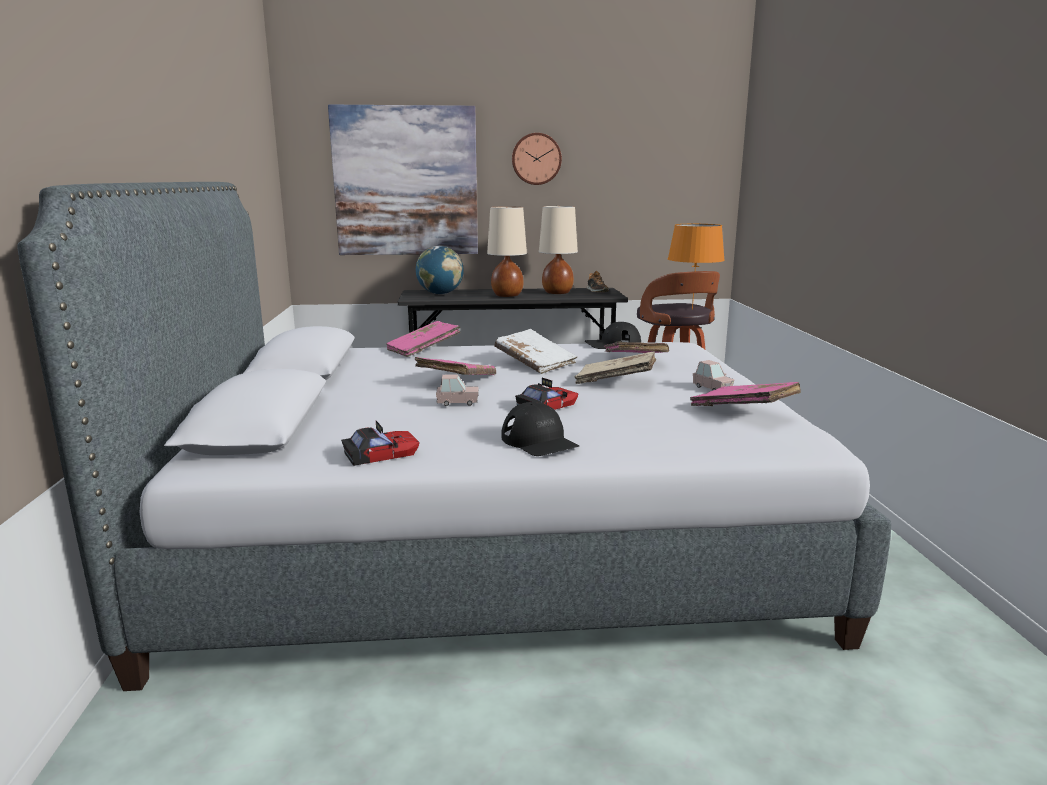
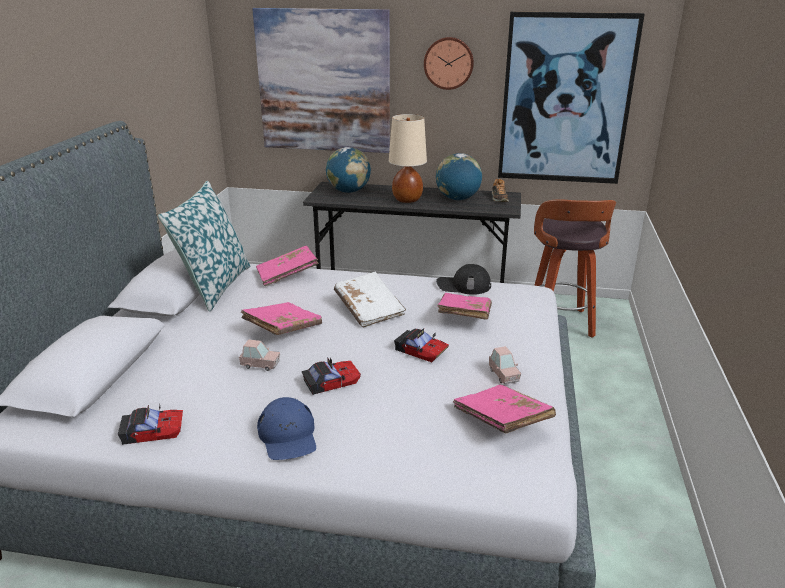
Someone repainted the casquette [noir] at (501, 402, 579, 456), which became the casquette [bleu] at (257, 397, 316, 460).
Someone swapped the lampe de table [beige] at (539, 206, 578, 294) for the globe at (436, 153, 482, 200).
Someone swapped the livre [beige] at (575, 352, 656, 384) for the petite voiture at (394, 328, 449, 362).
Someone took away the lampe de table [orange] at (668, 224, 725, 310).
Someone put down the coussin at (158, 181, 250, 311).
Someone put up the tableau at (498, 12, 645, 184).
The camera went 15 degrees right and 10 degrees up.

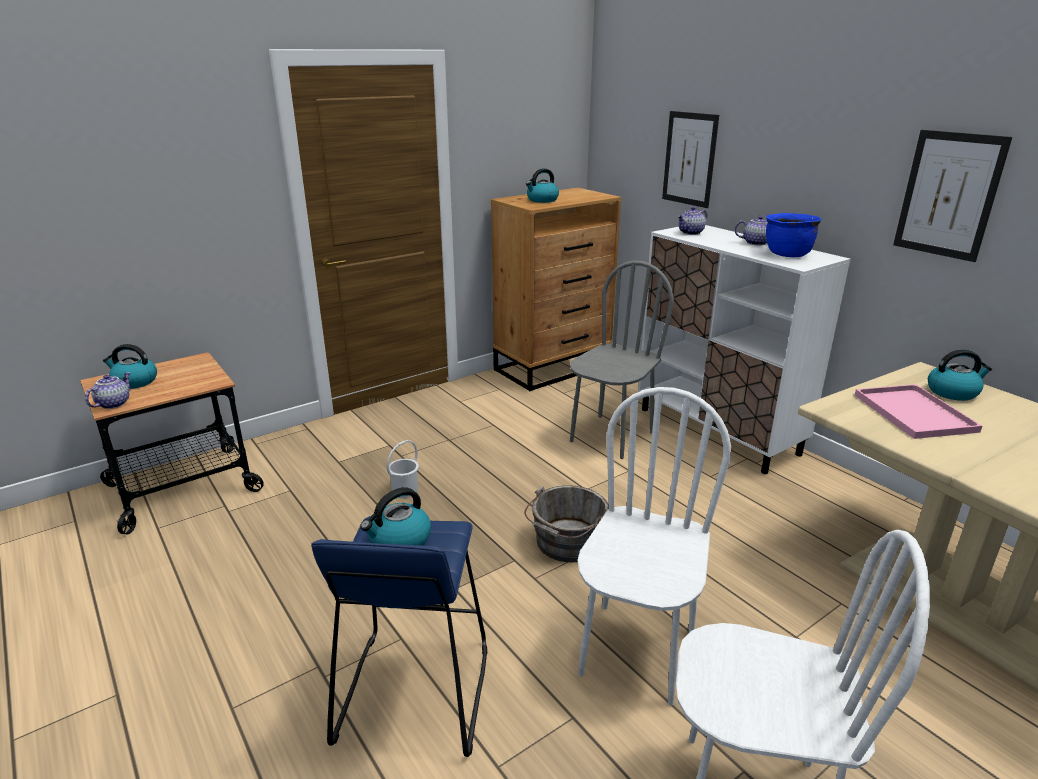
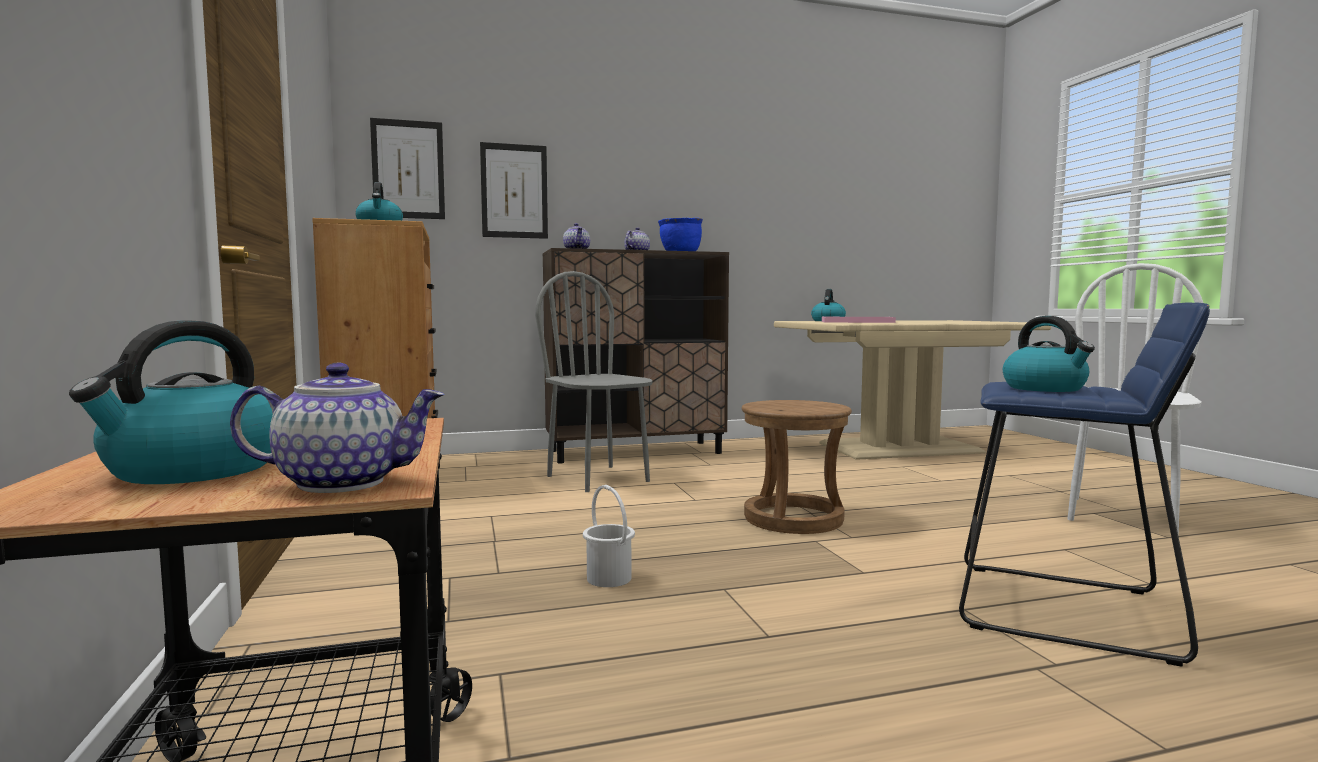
Someone rotated the théière at (85, 372, 131, 409) by 135 degrees clockwise.
Someone swapped the seau [gris] at (524, 485, 609, 562) for the tabouret [marron] at (741, 400, 852, 534).
Someone took away the chaise [blanc] at (577, 387, 731, 705).
Someone repainted the meuble de rangement [blanc] at (638, 225, 850, 474), which became the meuble de rangement [marron] at (543, 248, 729, 463).
Someone carried the tableau from (893, 130, 1012, 262) to (370, 118, 445, 219).
The camera went 70 degrees left and 20 degrees down.

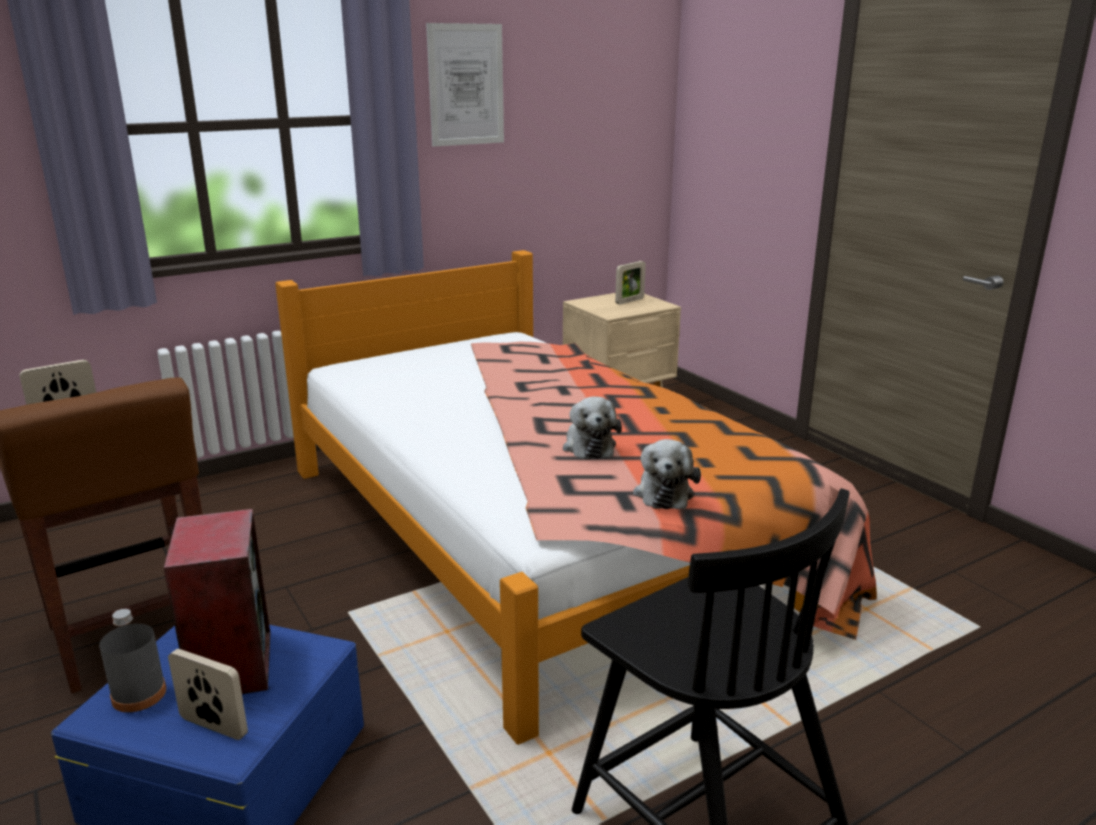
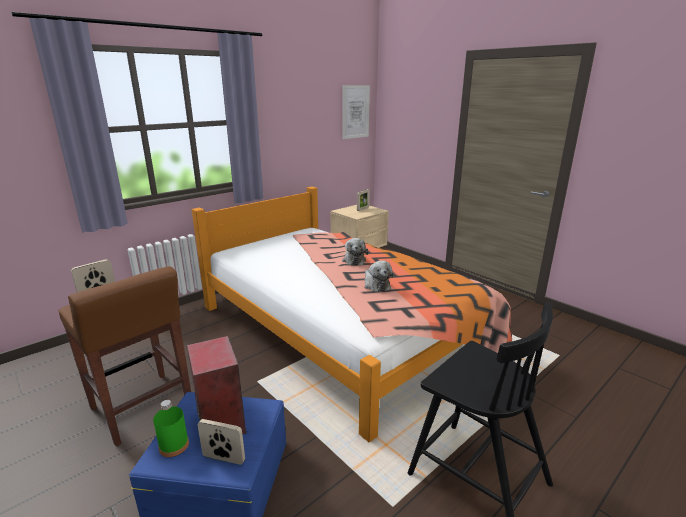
Someone repainted the bouteille [gris] at (99, 609, 166, 712), which became the bouteille [vert] at (153, 400, 189, 457).
Someone carried the tableau from (426, 23, 504, 147) to (343, 85, 370, 139).
Someone carried the peluche from (633, 439, 701, 509) to (342, 238, 369, 266).
The camera went 10 degrees left and 0 degrees up.

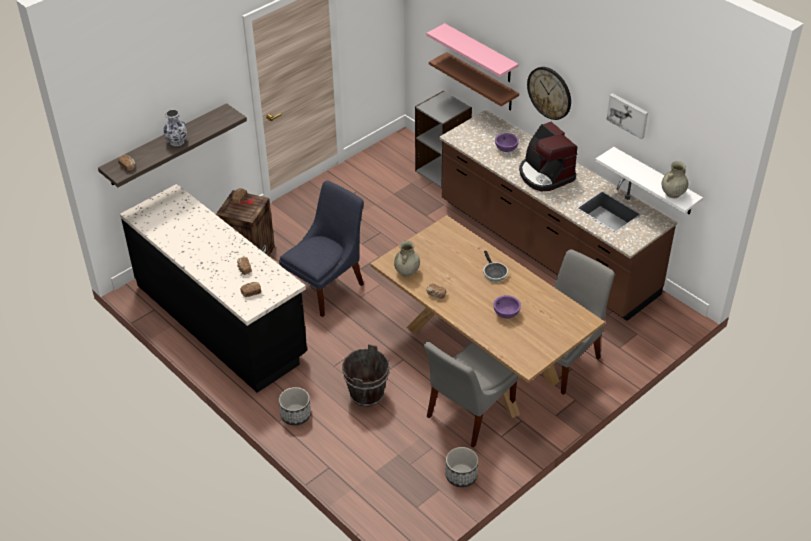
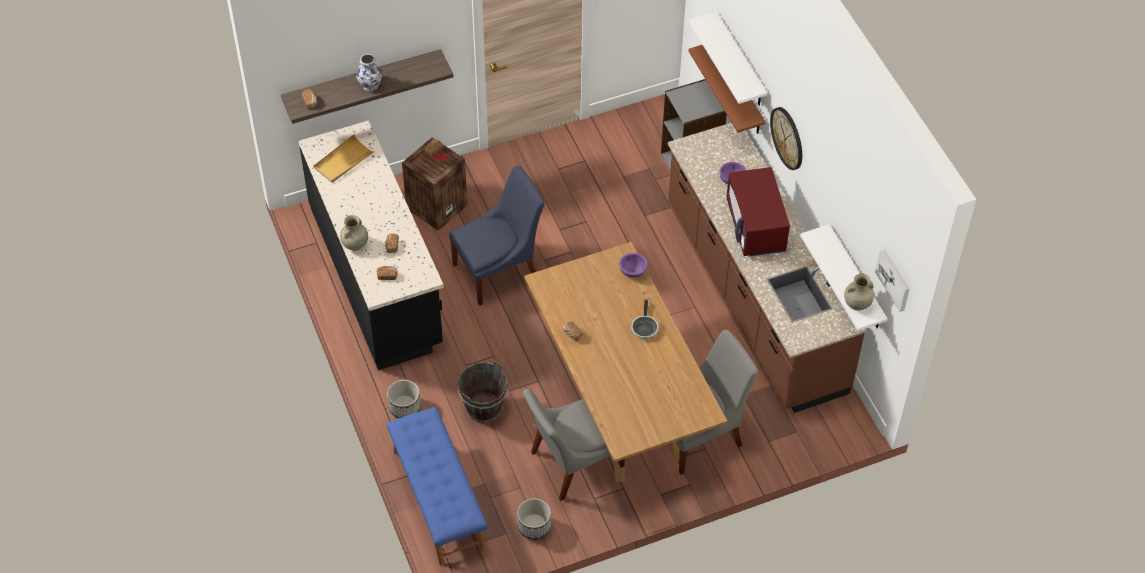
Someone carried the vase [beige] from (394, 241, 420, 277) to (340, 215, 368, 251).
Someone repainted the étagère [rose] at (426, 23, 518, 82), which became the étagère [blanc] at (689, 12, 767, 106).
Someone carried the bol [violet] from (494, 295, 521, 318) to (619, 253, 648, 278).
Someone swapped the machine à café at (519, 122, 578, 192) for the micro-ondes [rouge] at (726, 167, 790, 256).
Someone carried the tableau from (606, 93, 648, 139) to (875, 249, 910, 312).
Someone put down the plateau [beige] at (313, 135, 375, 183).
Someone put down the banc [bleu] at (386, 407, 488, 565).
The camera went 20 degrees right and 10 degrees up.

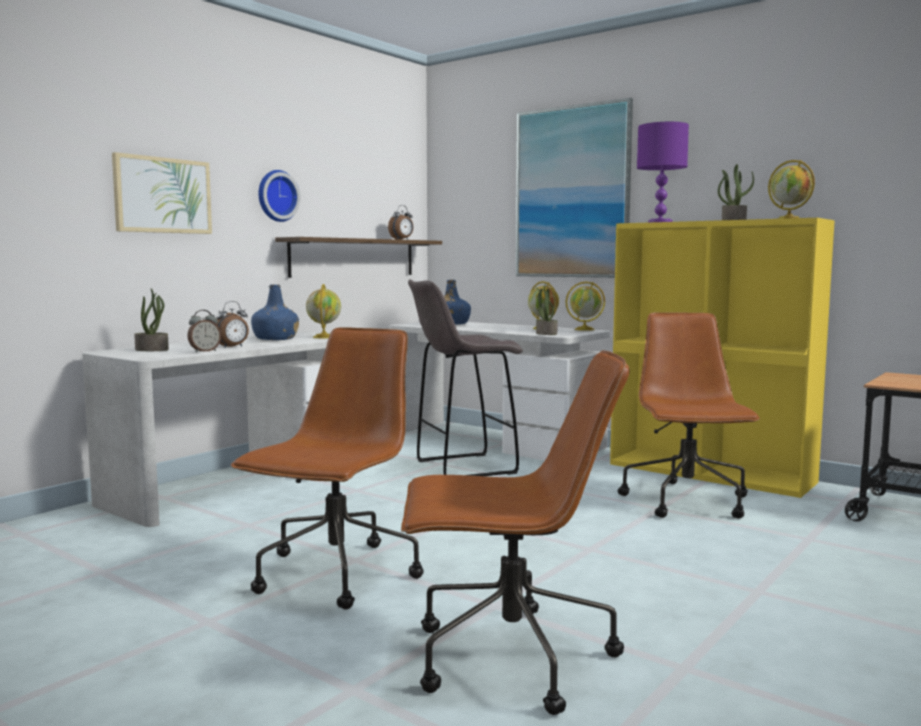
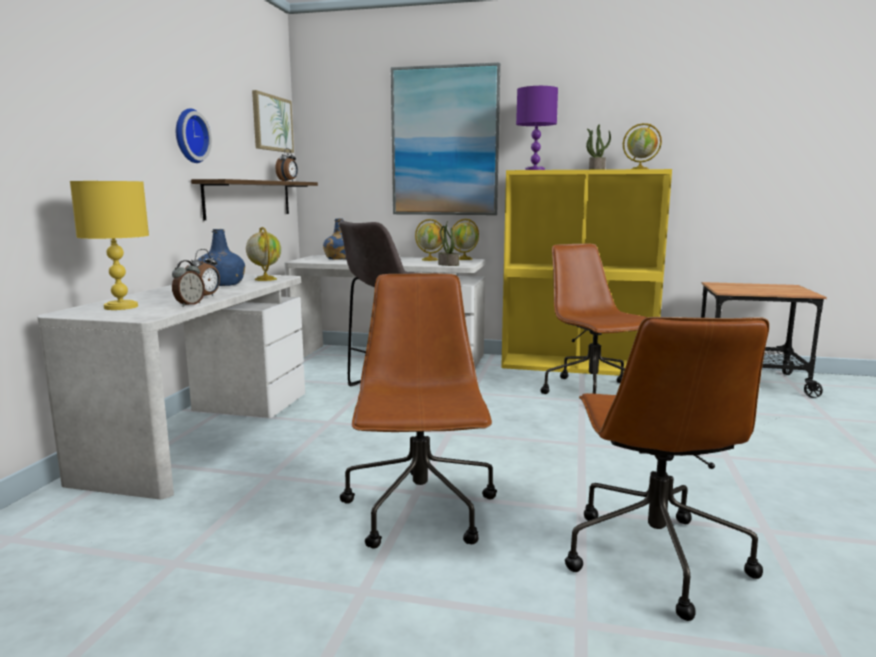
Someone carried the tableau from (112, 152, 212, 234) to (252, 90, 294, 153).
Someone swapped the plante en pot at (134, 289, 169, 351) for the lampe de table [jaune] at (70, 181, 149, 310).
Someone rotated the chaise de bureau [marron] at (401, 350, 630, 715) by 120 degrees clockwise.
The camera went 25 degrees left and 5 degrees up.

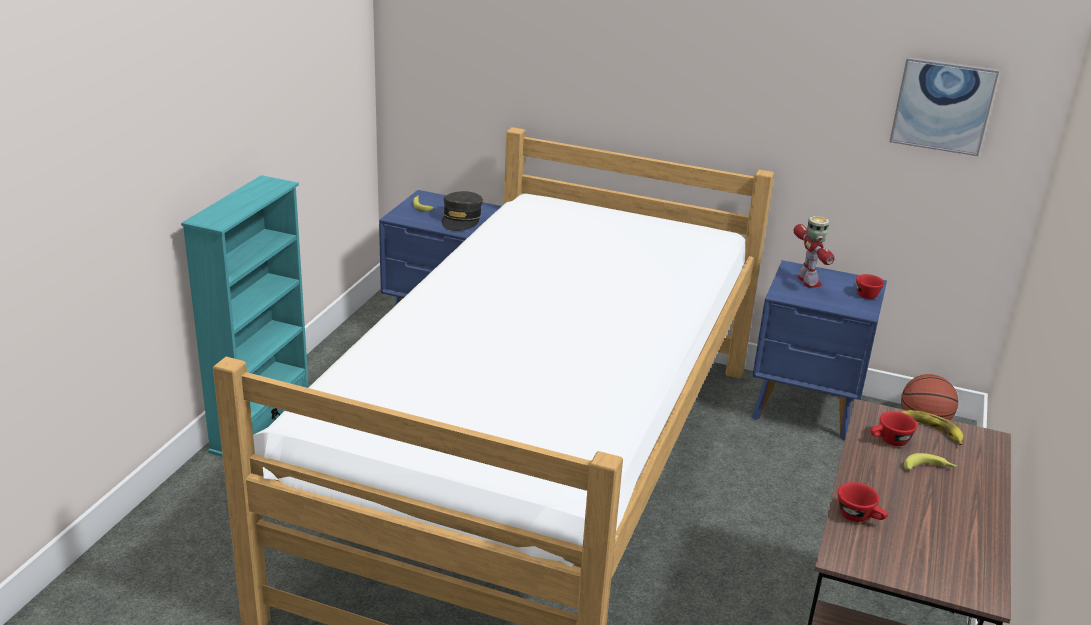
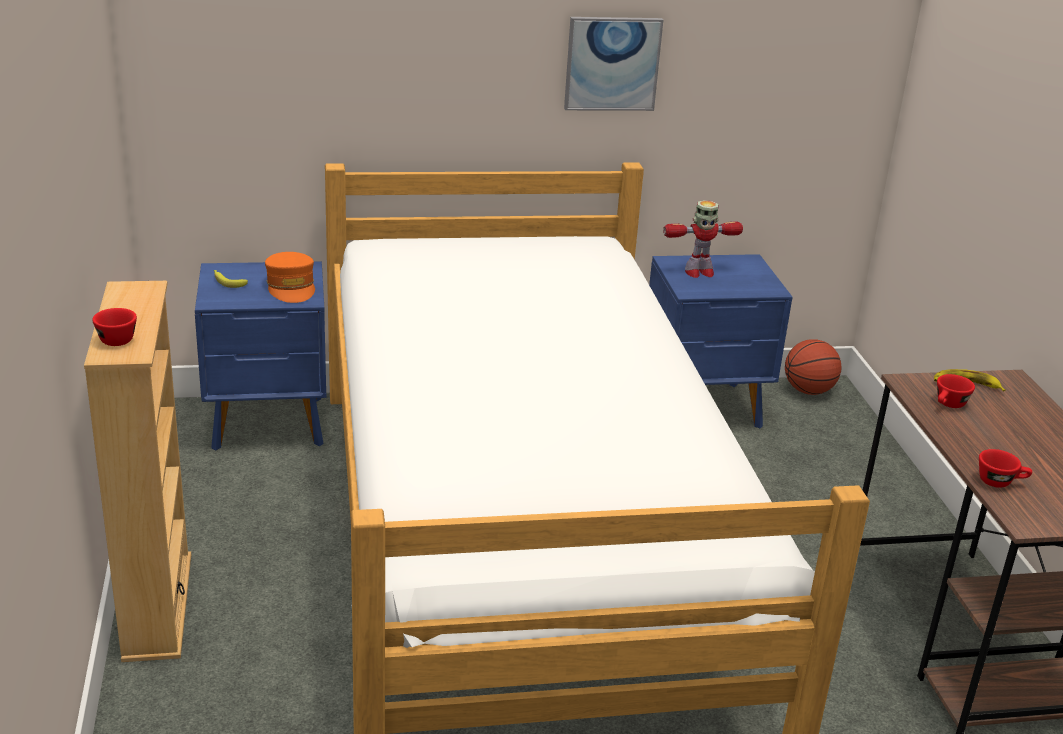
Someone repainted the bibliothèque [turquoise] at (181, 175, 309, 457), which became the bibliothèque [beige] at (84, 281, 191, 662).
Someone repainted the casquette [gris] at (442, 191, 483, 231), which became the casquette [orange] at (265, 252, 315, 303).
Someone rotated the robot jouet at (793, 216, 835, 288) by 120 degrees clockwise.
Someone carried the tasse [rouge] from (856, 274, 884, 299) to (92, 308, 137, 346).
Someone carried the tableau from (889, 57, 999, 156) to (564, 17, 663, 111).
Someone took away the banane at (904, 453, 957, 471).
The camera went 30 degrees left and 0 degrees up.

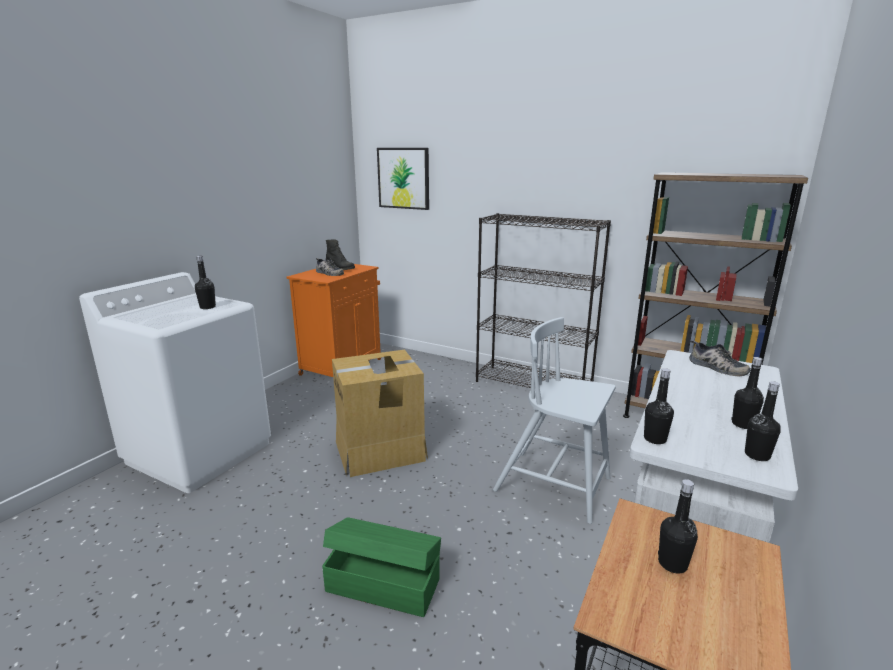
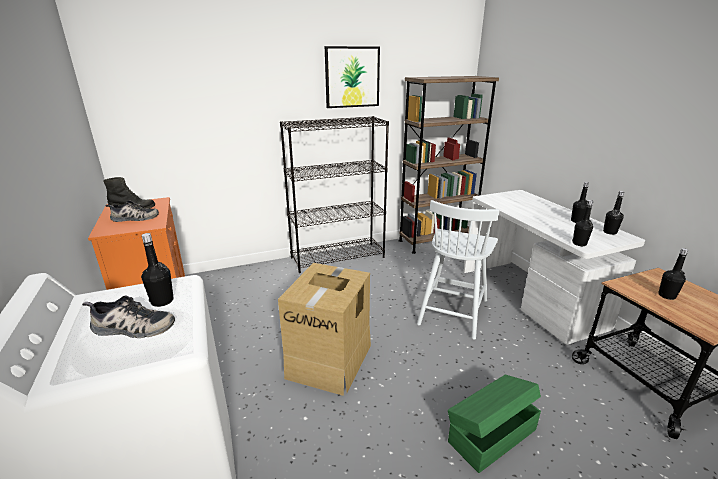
Someone carried the tableau from (377, 148, 429, 210) to (325, 46, 380, 108).
Someone rotated the chaise [blanc] at (493, 317, 616, 524) by 45 degrees counterclockwise.
Someone carried the chaussure from (689, 340, 751, 376) to (82, 295, 175, 338).
The camera went 50 degrees left and 5 degrees up.

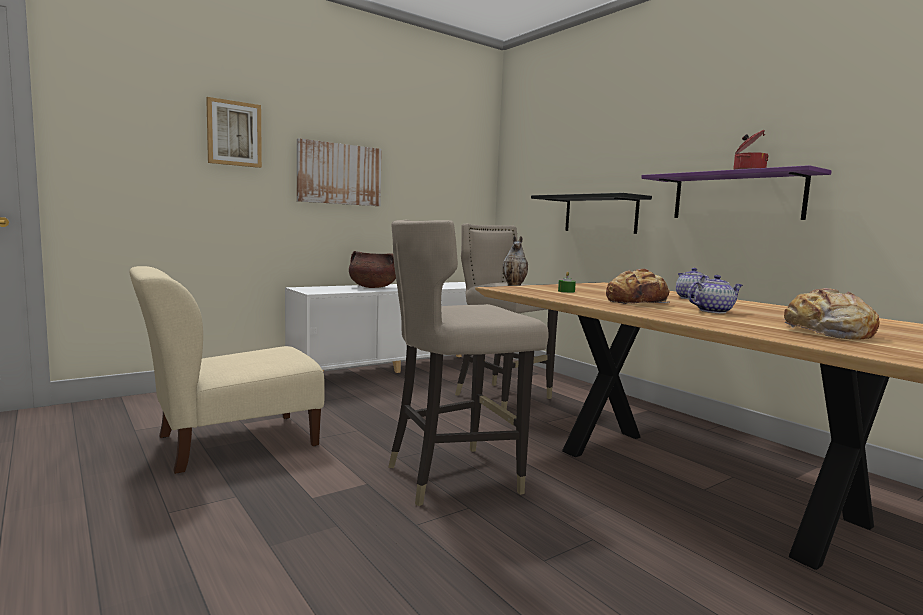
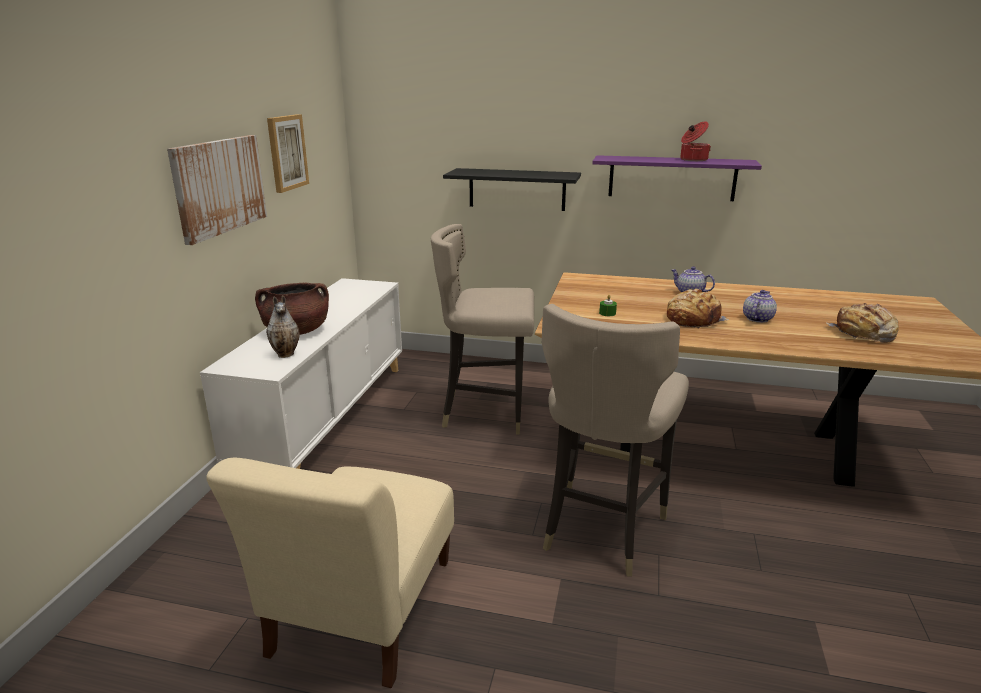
Someone carried the tableau from (206, 97, 262, 168) to (267, 114, 309, 193).
Someone carried the vase from (503, 236, 528, 286) to (266, 296, 300, 358).
The camera went 40 degrees left and 15 degrees up.

